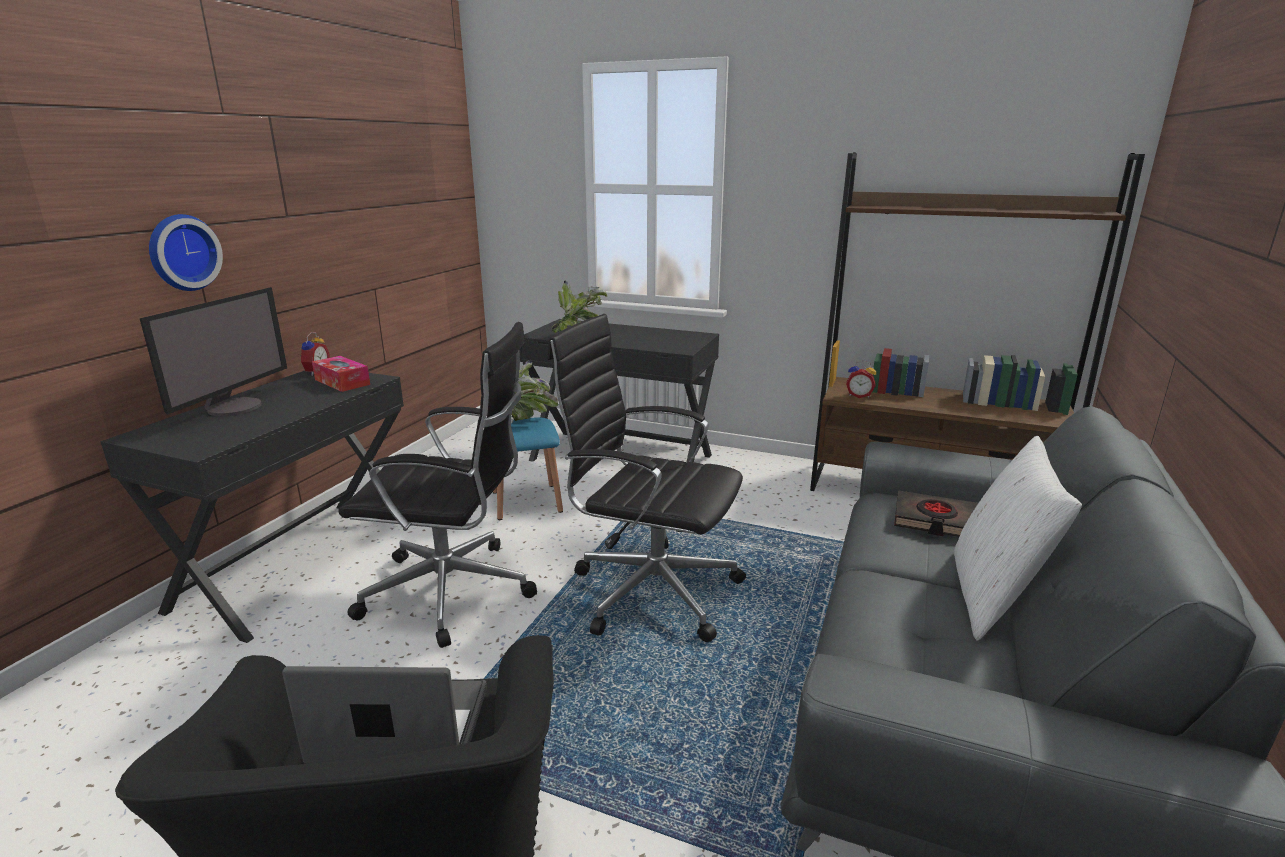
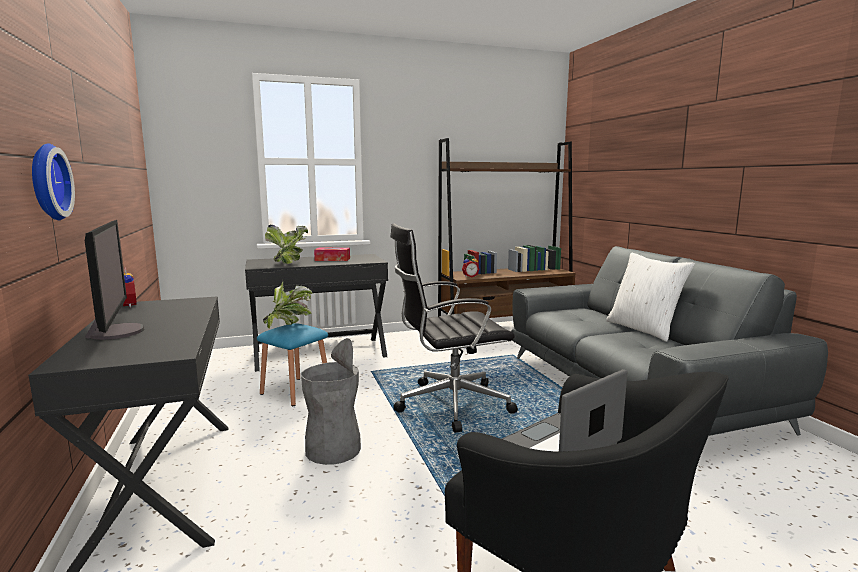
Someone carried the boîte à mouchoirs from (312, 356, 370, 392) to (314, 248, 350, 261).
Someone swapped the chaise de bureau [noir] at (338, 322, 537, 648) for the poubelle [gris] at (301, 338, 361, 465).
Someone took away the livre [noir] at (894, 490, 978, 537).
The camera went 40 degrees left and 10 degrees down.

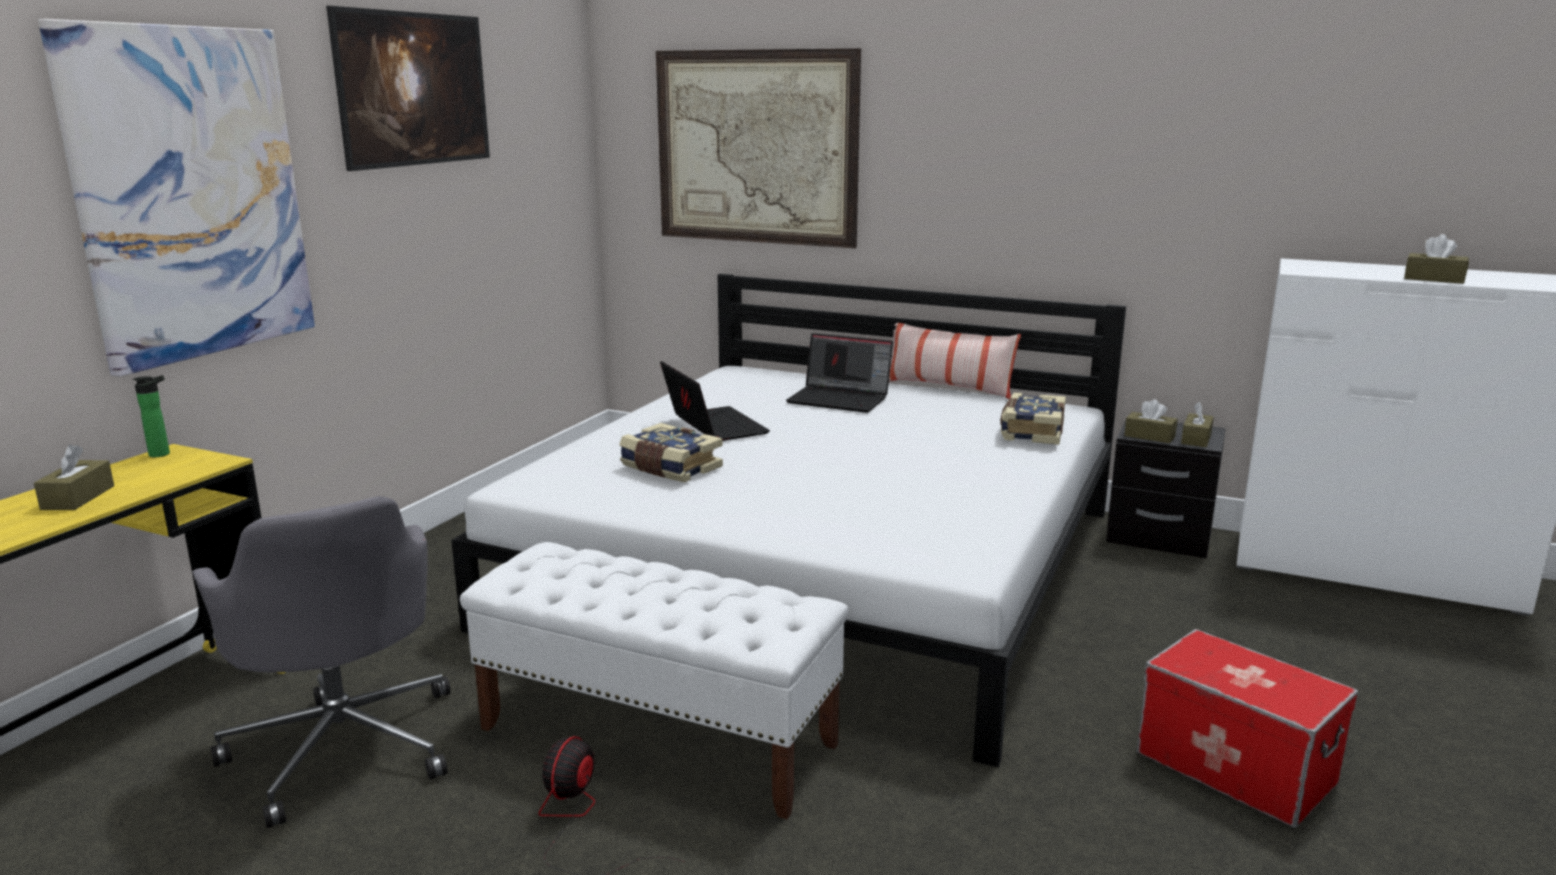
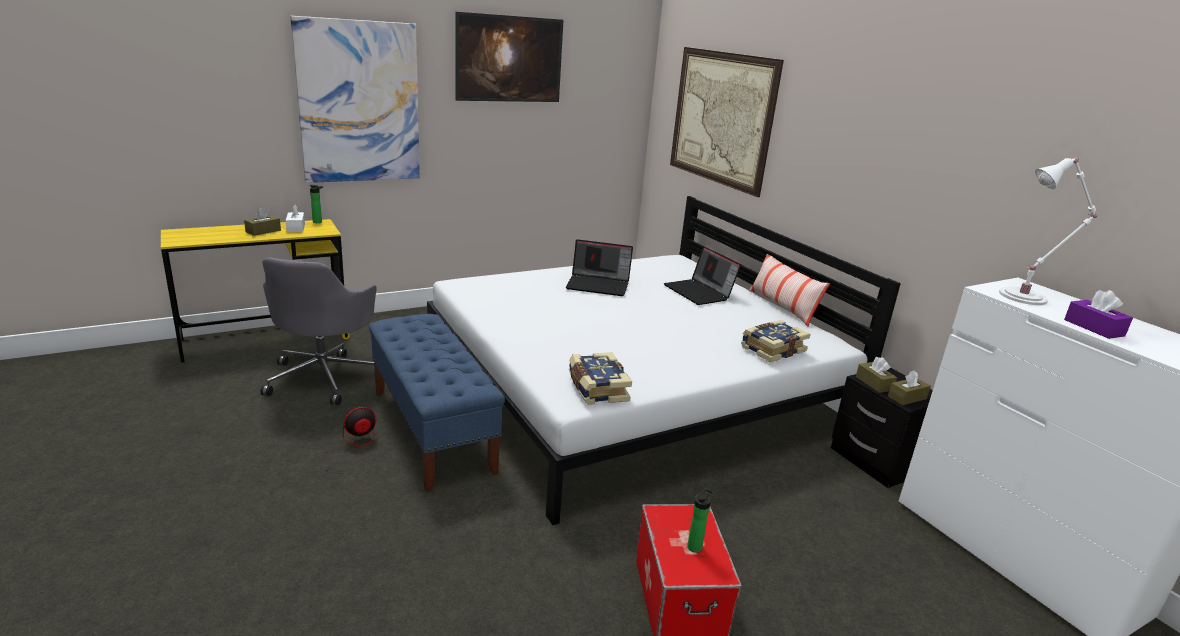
Someone repainted the banc [blanc] at (460, 542, 848, 819), which became the banc [bleu] at (369, 314, 505, 492).
Someone carried the livre from (619, 423, 723, 482) to (569, 352, 632, 405).
Someone rotated the ordinateur portable at (660, 361, 770, 441) by 90 degrees clockwise.
Someone repainted the boîte à mouchoirs [marron] at (1404, 234, 1469, 284), which became the boîte à mouchoirs [violet] at (1064, 290, 1133, 339).
Someone put down the boîte à mouchoirs [blanc] at (286, 205, 305, 232).
Someone put down the bouteille at (687, 489, 714, 553).
Someone put down the lampe de table [blanc] at (999, 157, 1097, 305).
The camera went 35 degrees right and 5 degrees up.

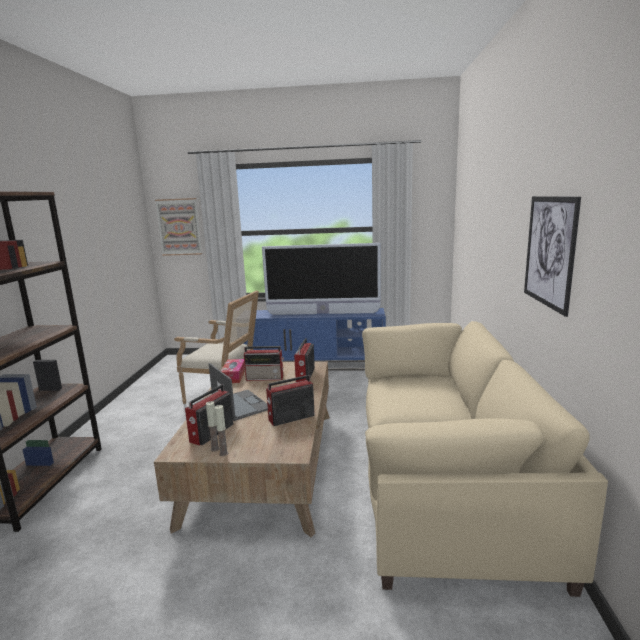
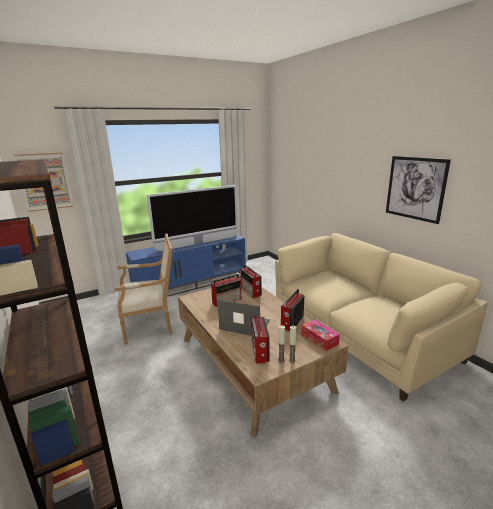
Someone carried the boîte à mouchoirs from (221, 359, 245, 383) to (301, 319, 340, 351).
The camera went 35 degrees left and 5 degrees up.

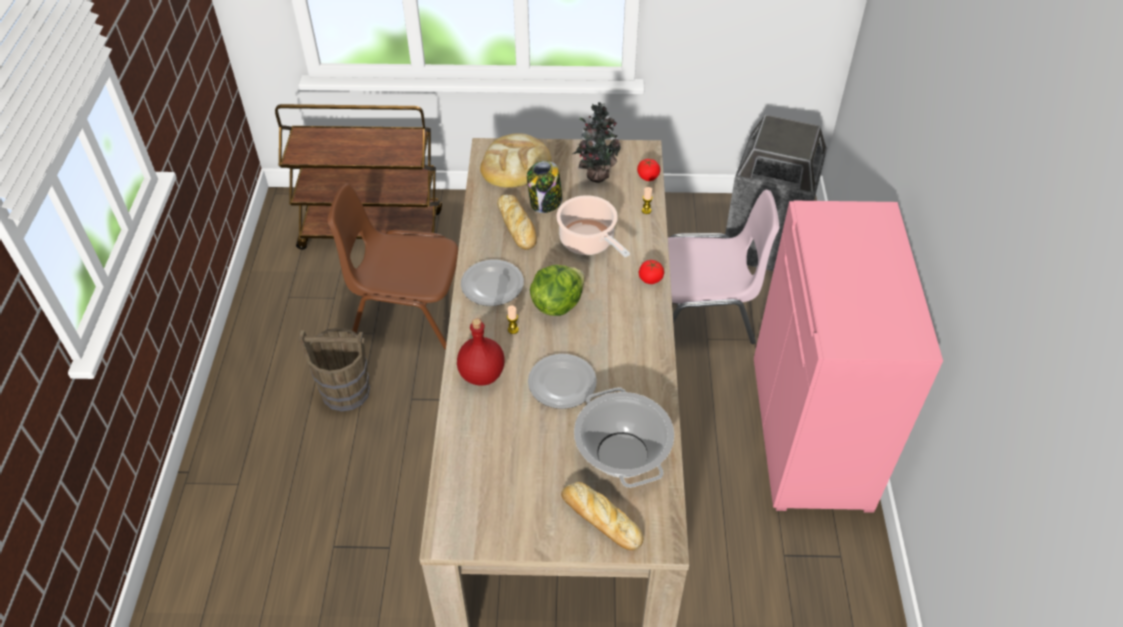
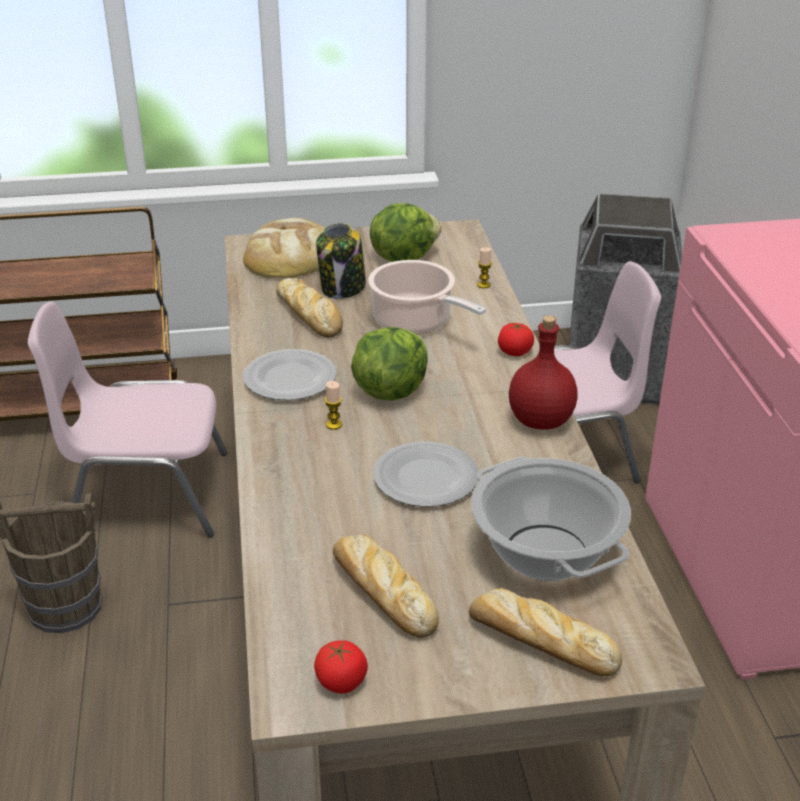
Someone repainted the chaise [marron] at (327, 183, 458, 350), which became the chaise [rose] at (28, 301, 228, 537).
Someone carried the bouteille [rouge] from (457, 319, 505, 386) to (509, 315, 578, 430).
Someone swapped the plante en pot at (572, 102, 621, 183) for the laitue at (370, 203, 442, 262).
Someone carried the tomate from (637, 159, 660, 181) to (314, 640, 368, 694).
Someone put down the pain at (333, 534, 439, 638).
The camera went 10 degrees left and 15 degrees down.

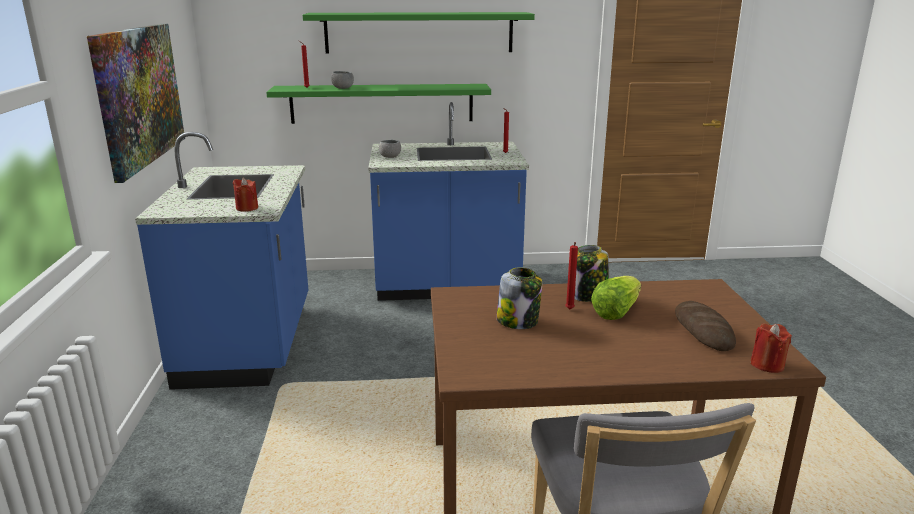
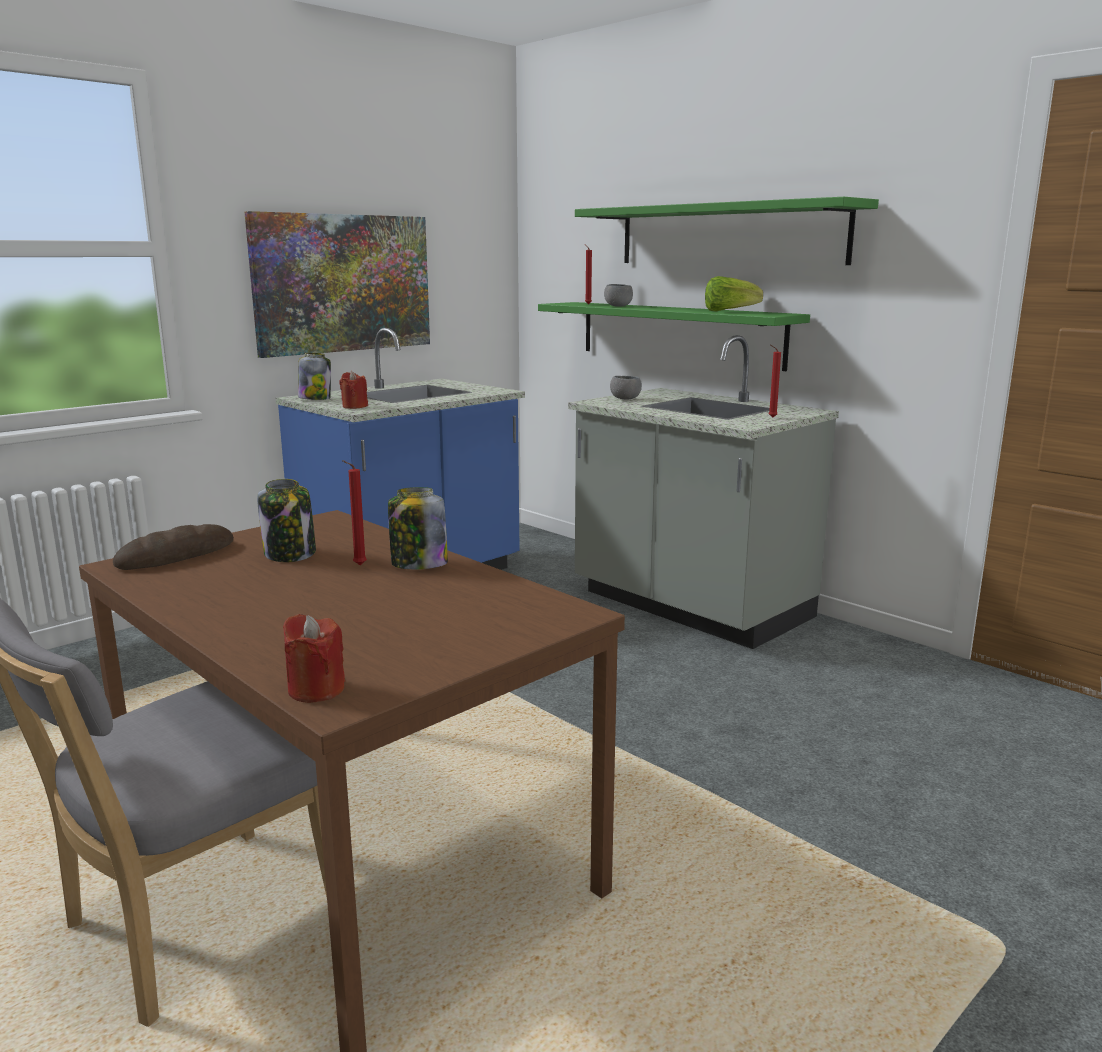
Someone repainted the comptoir de cuisine [bleu] at (368, 102, 529, 301), which became the comptoir de cuisine [gris] at (568, 335, 839, 649).
Someone carried the laitue from (591, 276, 641, 320) to (705, 276, 763, 312).
Someone carried the pain from (675, 301, 736, 351) to (113, 524, 234, 570).
Someone put down the bocal at (298, 353, 331, 400).
The camera went 50 degrees right and 5 degrees down.

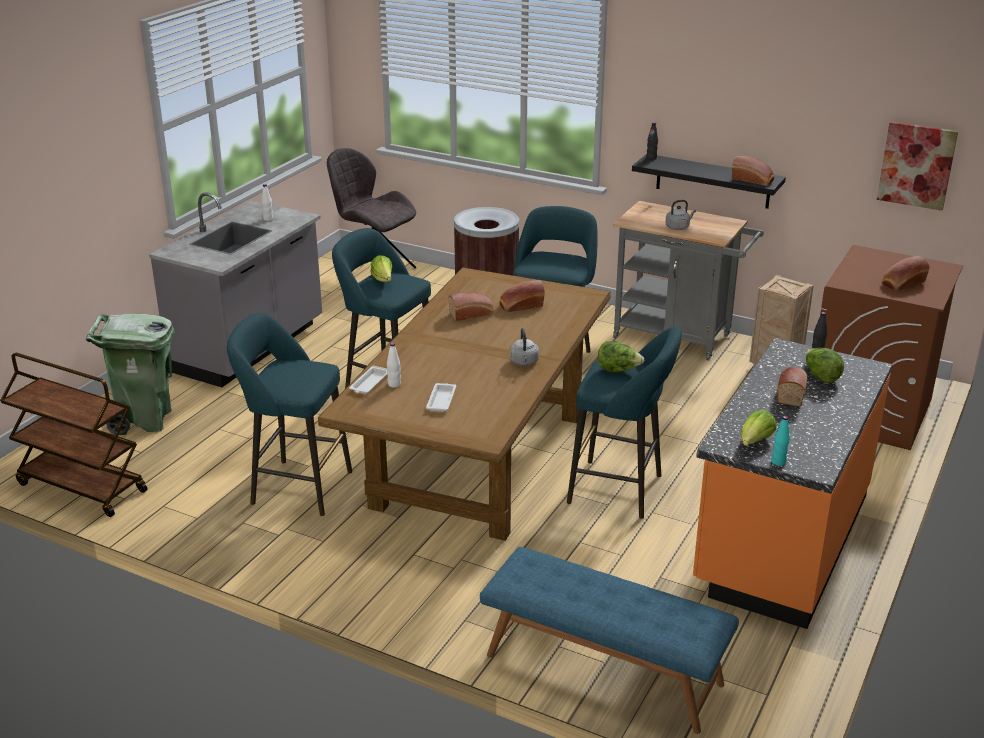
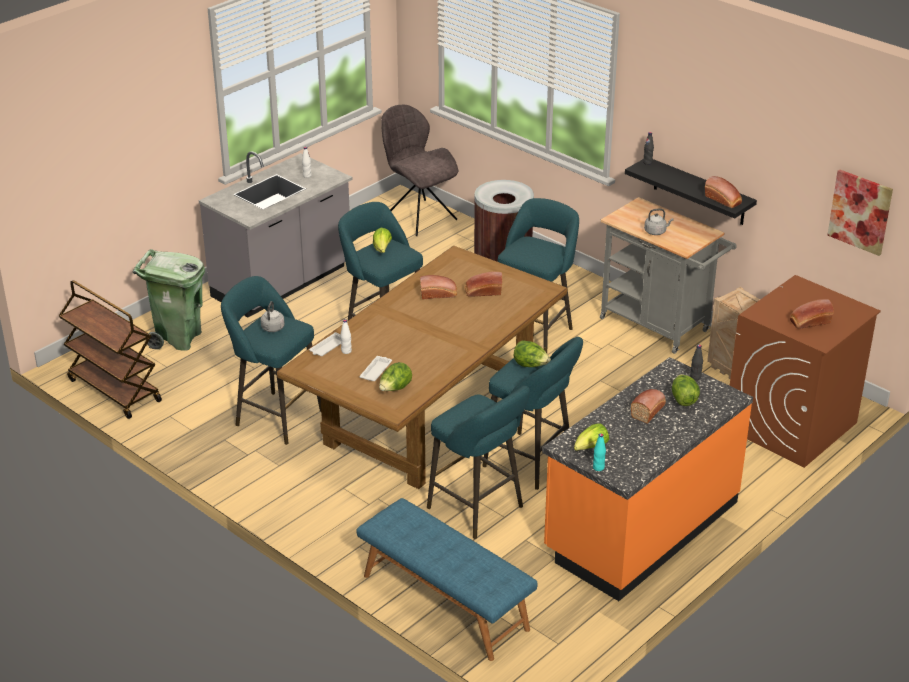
Someone carried the bouilloire [gris] from (510, 328, 539, 366) to (261, 301, 285, 332).
Someone put down the laitue at (379, 362, 412, 391).
Someone put down the tabouret [turquoise] at (427, 386, 530, 539).
The camera went 15 degrees right and 5 degrees up.

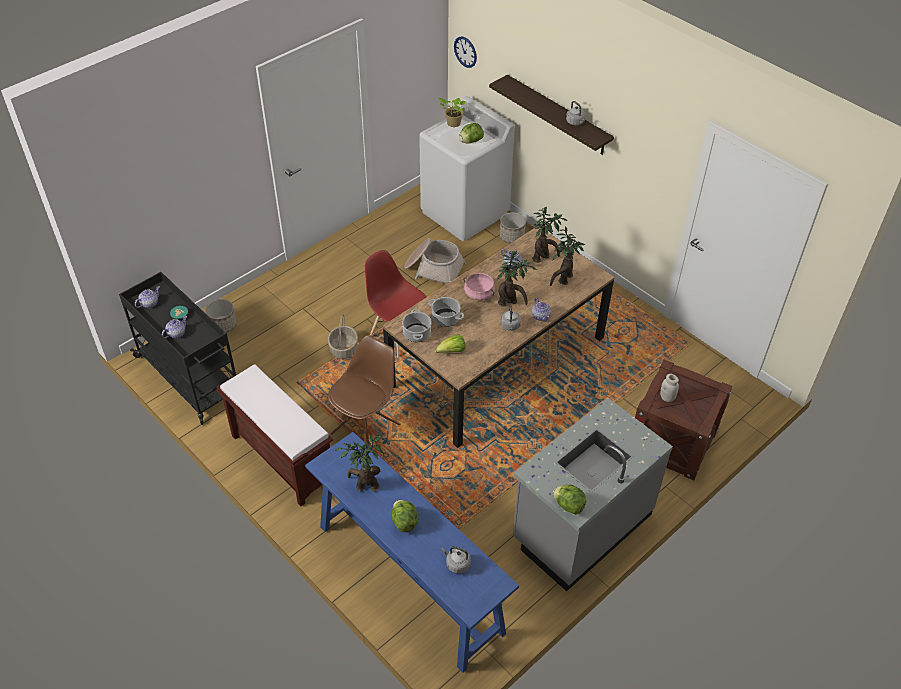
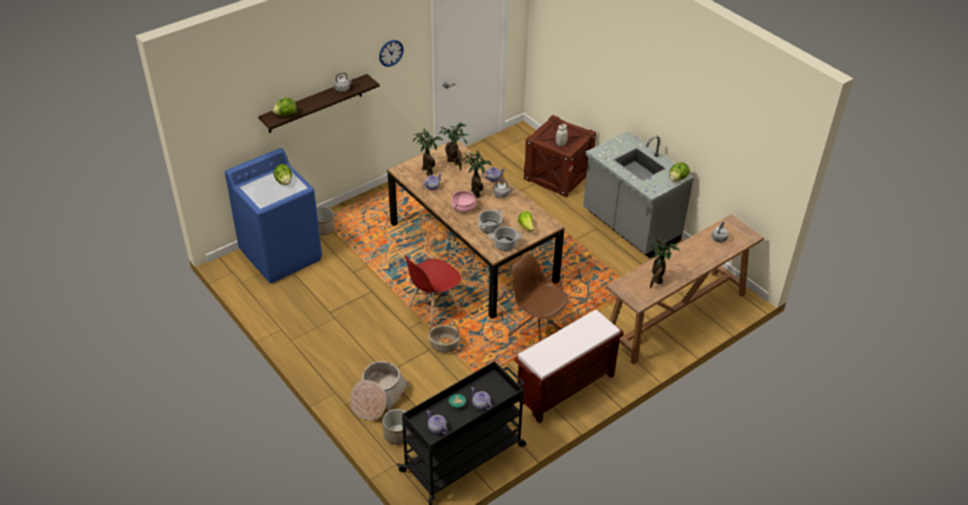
Someone repainted the table console [bleu] at (305, 432, 519, 673), which became the table console [marron] at (606, 214, 764, 365).
Someone carried the laitue from (392, 500, 419, 532) to (273, 98, 297, 116).
Someone carried the panier from (404, 238, 466, 284) to (350, 361, 410, 420).
Someone repainted the lave-linge [blanc] at (419, 96, 515, 241), which became the lave-linge [bleu] at (225, 148, 322, 283).
Someone took away the plante en pot at (438, 98, 465, 127).
Someone carried the horloge murale from (454, 36, 477, 68) to (379, 40, 404, 67).
The camera went 85 degrees left and 5 degrees down.

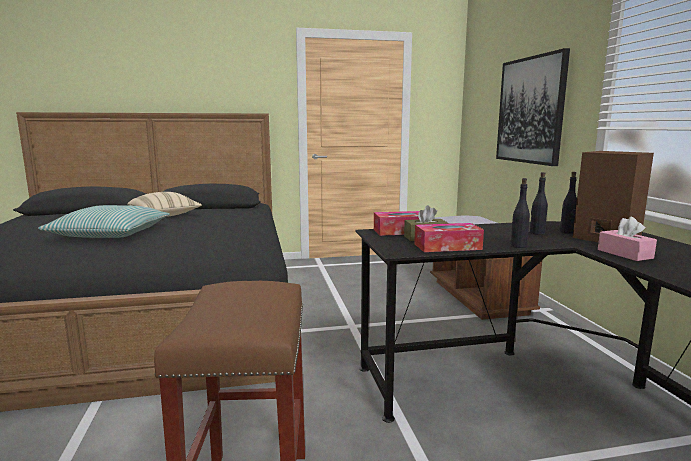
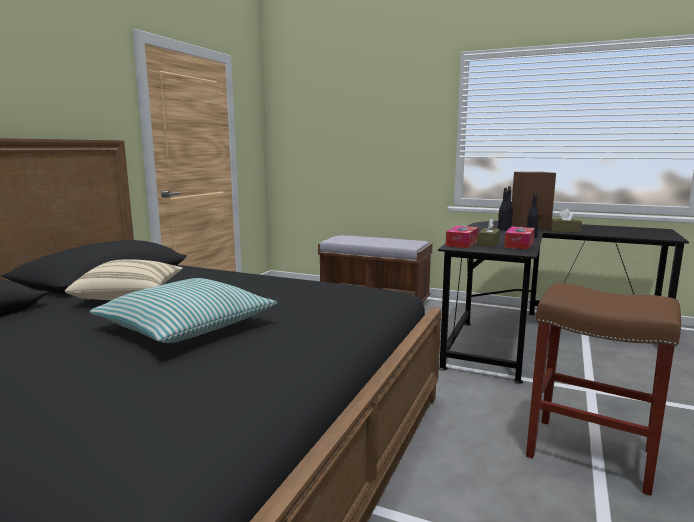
Someone took away the tableau at (496, 48, 570, 166).
Someone repainted the boîte à mouchoirs [rose] at (598, 217, 657, 261), which became the boîte à mouchoirs [marron] at (551, 209, 582, 233).
The camera went 55 degrees left and 0 degrees up.

